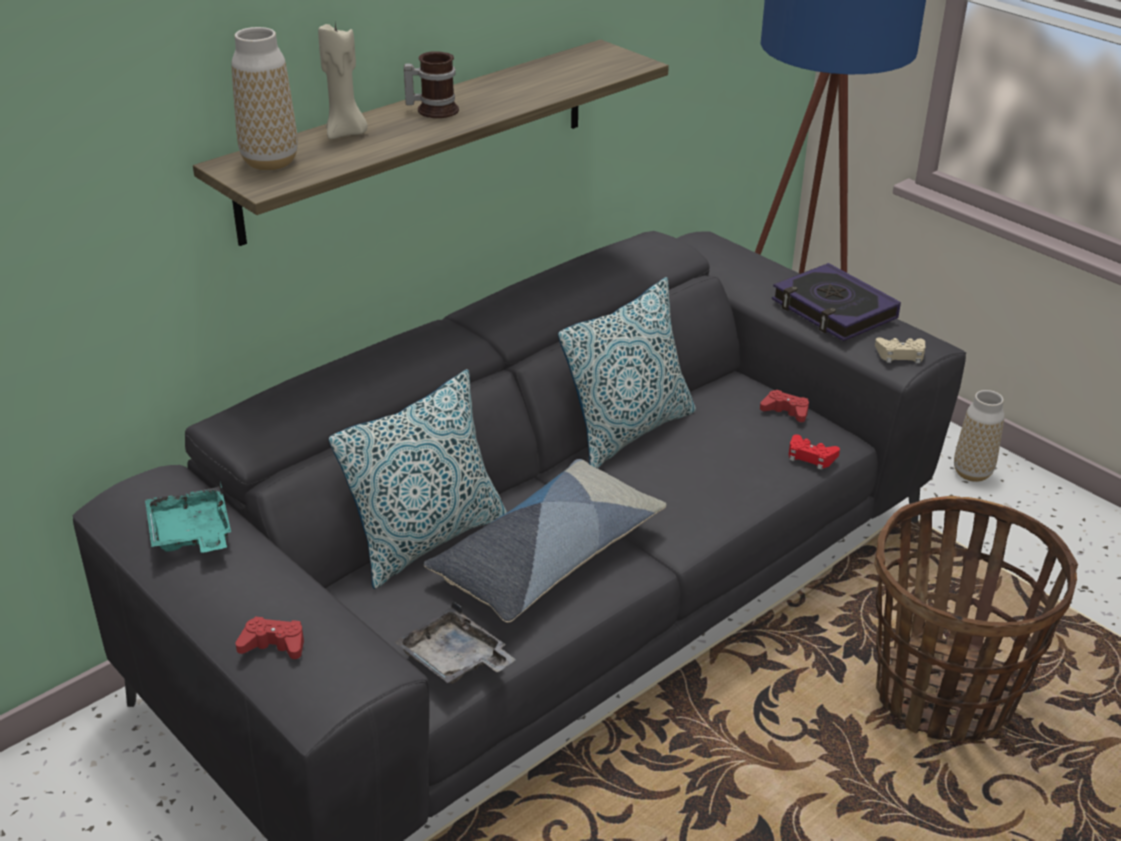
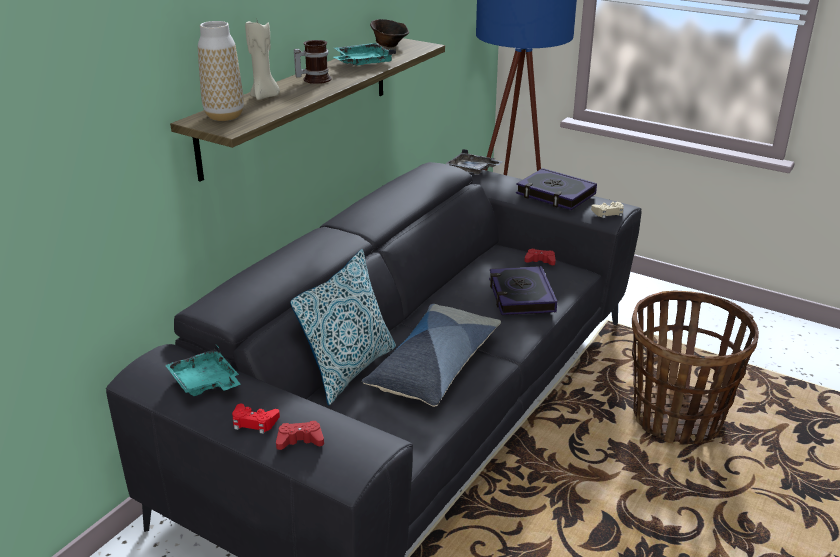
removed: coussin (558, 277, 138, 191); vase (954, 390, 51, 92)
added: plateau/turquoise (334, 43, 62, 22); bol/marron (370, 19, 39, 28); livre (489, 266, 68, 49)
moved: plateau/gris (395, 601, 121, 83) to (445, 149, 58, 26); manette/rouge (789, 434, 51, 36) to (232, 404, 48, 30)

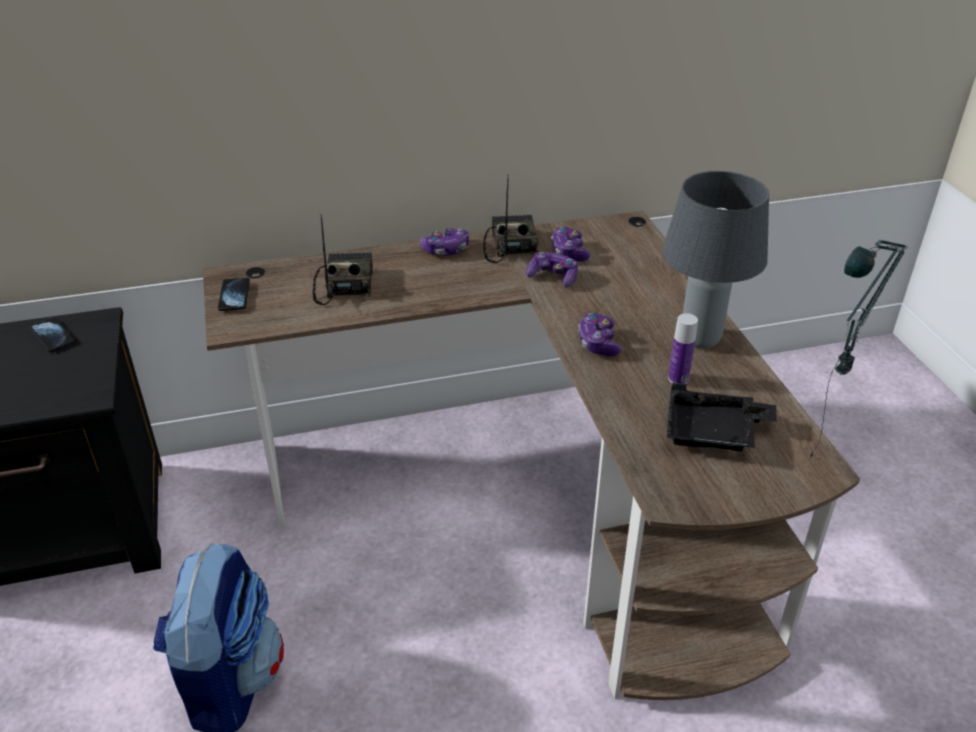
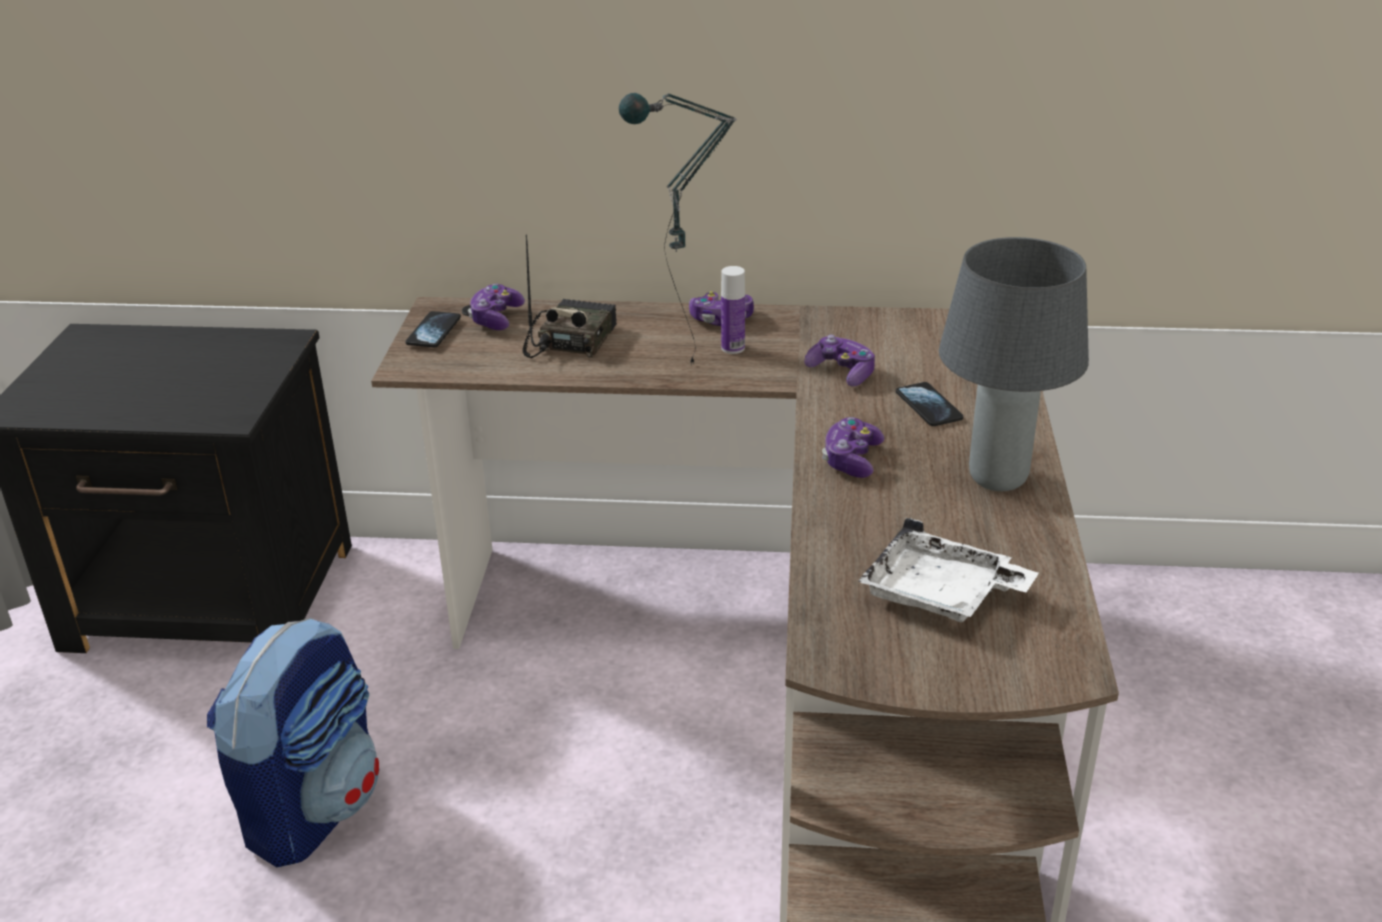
removed: radio (483, 174, 55, 89)
moved: téléphone (30, 317, 45, 35) to (896, 382, 68, 44); manette (551, 226, 39, 36) to (468, 284, 57, 46); bouteille (668, 313, 30, 71) to (721, 266, 24, 88); lampe de table (810, 240, 98, 218) to (619, 93, 118, 272)
recoloured: plateau/noir (667, 383, 110, 69) to plateau/blanc (858, 517, 181, 105)

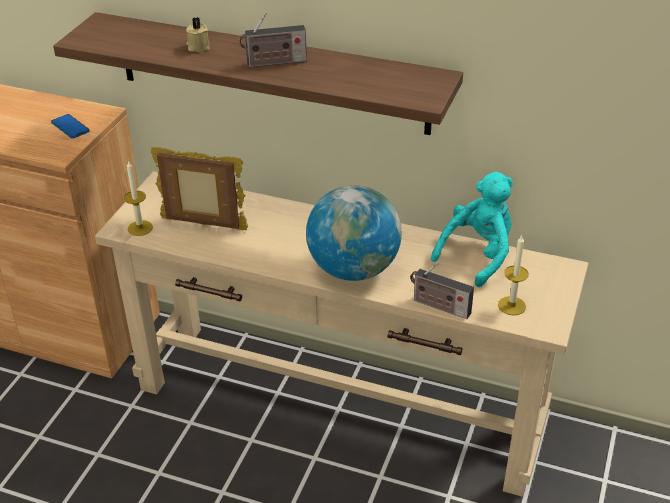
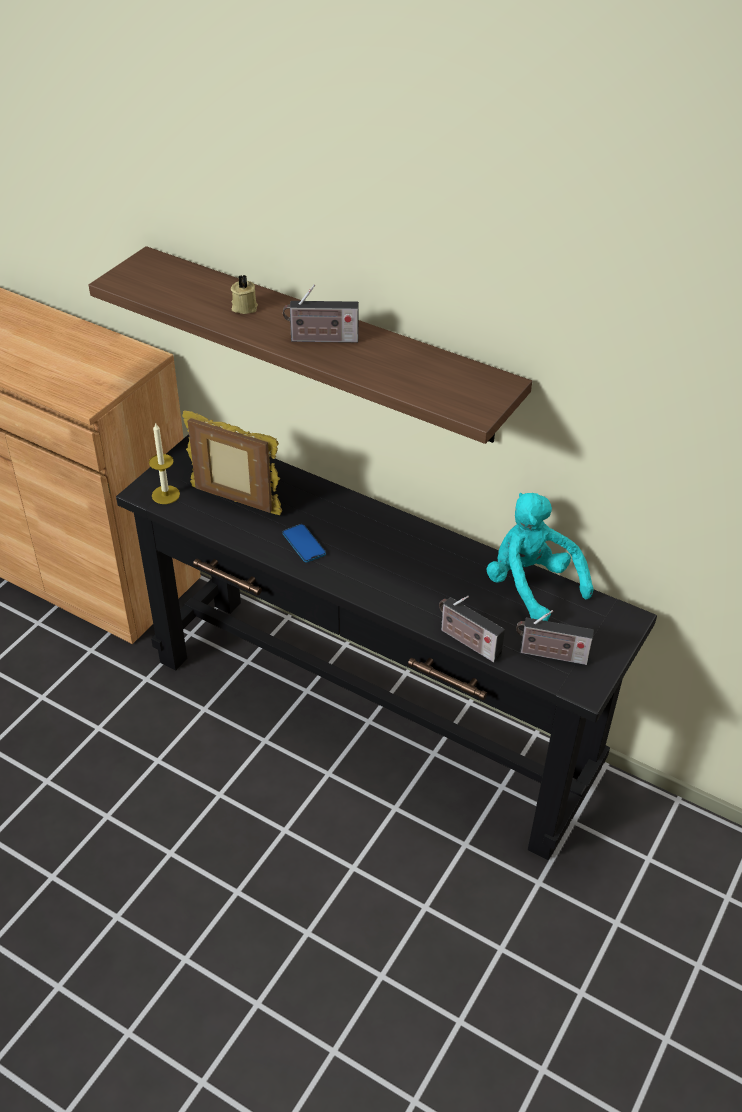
removed: globe (306, 185, 96, 96)
moved: téléphone (51, 114, 38, 25) to (282, 524, 44, 38)
replaced: bougie (498, 235, 31, 80) to radio (516, 610, 78, 55)
recoloured: table console/beige (95, 171, 494, 326) to table console/noir (116, 434, 541, 426)
turned: peluche/turquoise (431, 172, 82, 115) = (487, 493, 106, 128) 90 degrees counterclockwise

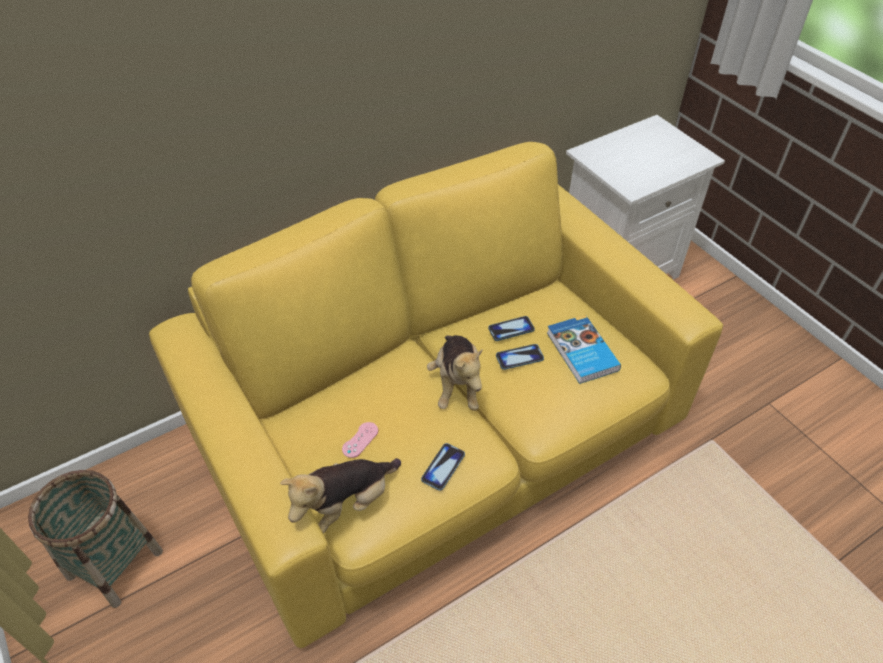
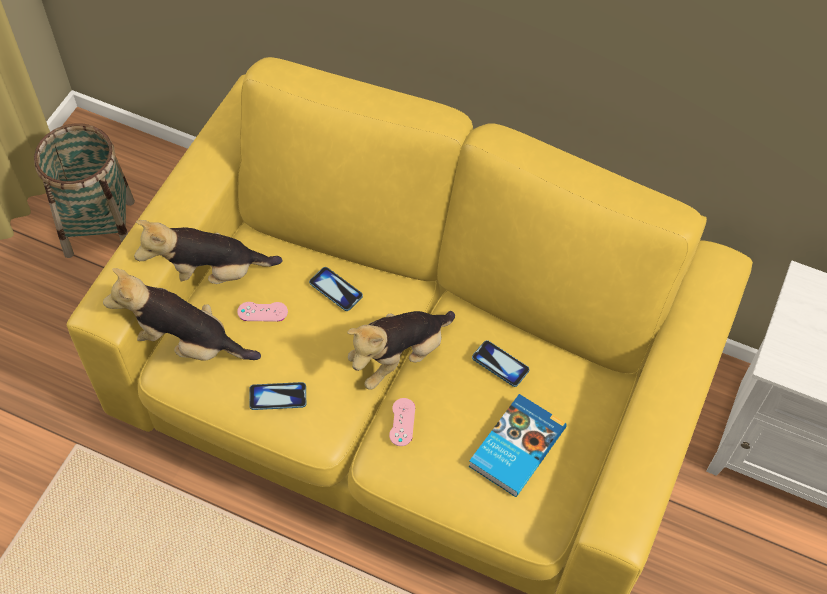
added: peluche (134, 220, 148, 64); manette/rose (389, 398, 26, 48)
moved: téléphone (496, 344, 48, 26) to (309, 267, 54, 44)

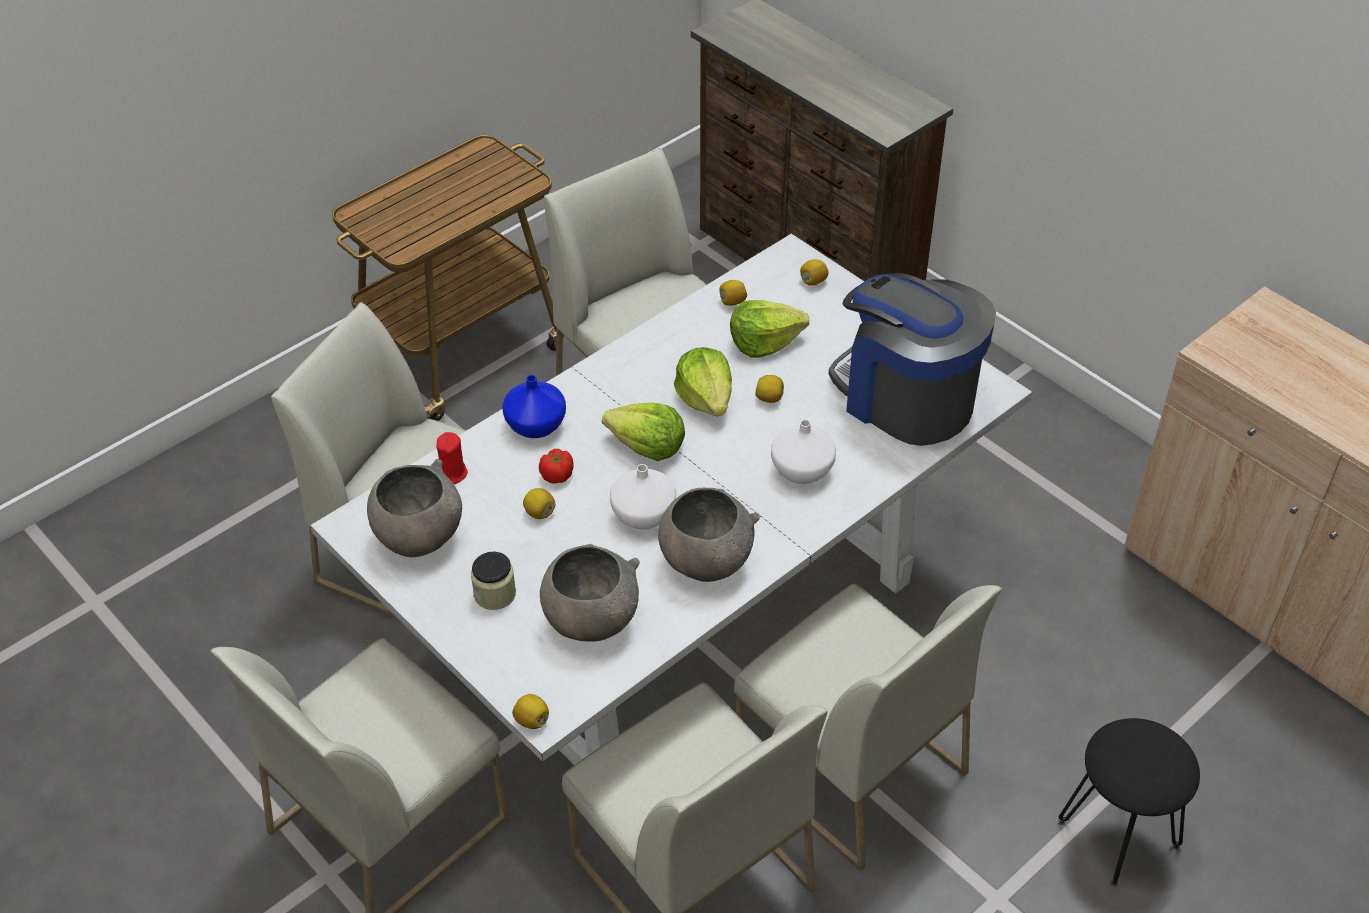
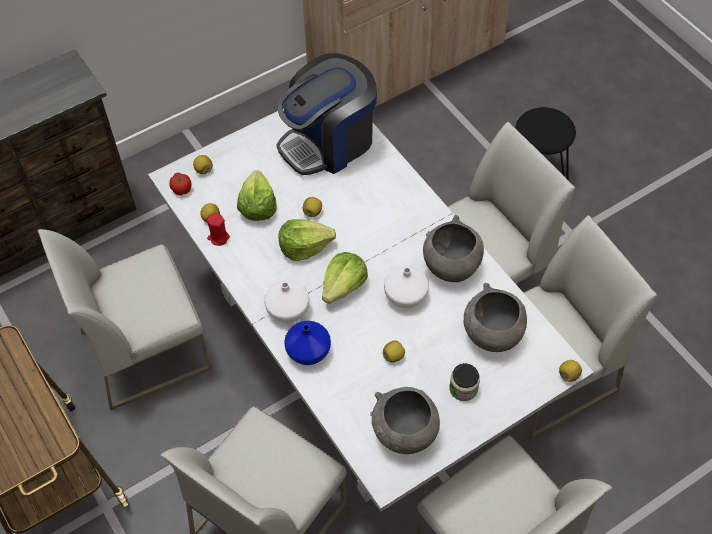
moved: bougie/rouge (436, 432, 32, 52) to (207, 213, 23, 33); tomate (539, 449, 35, 34) to (169, 172, 23, 24); vase/blanc (771, 419, 65, 65) to (264, 280, 45, 43)

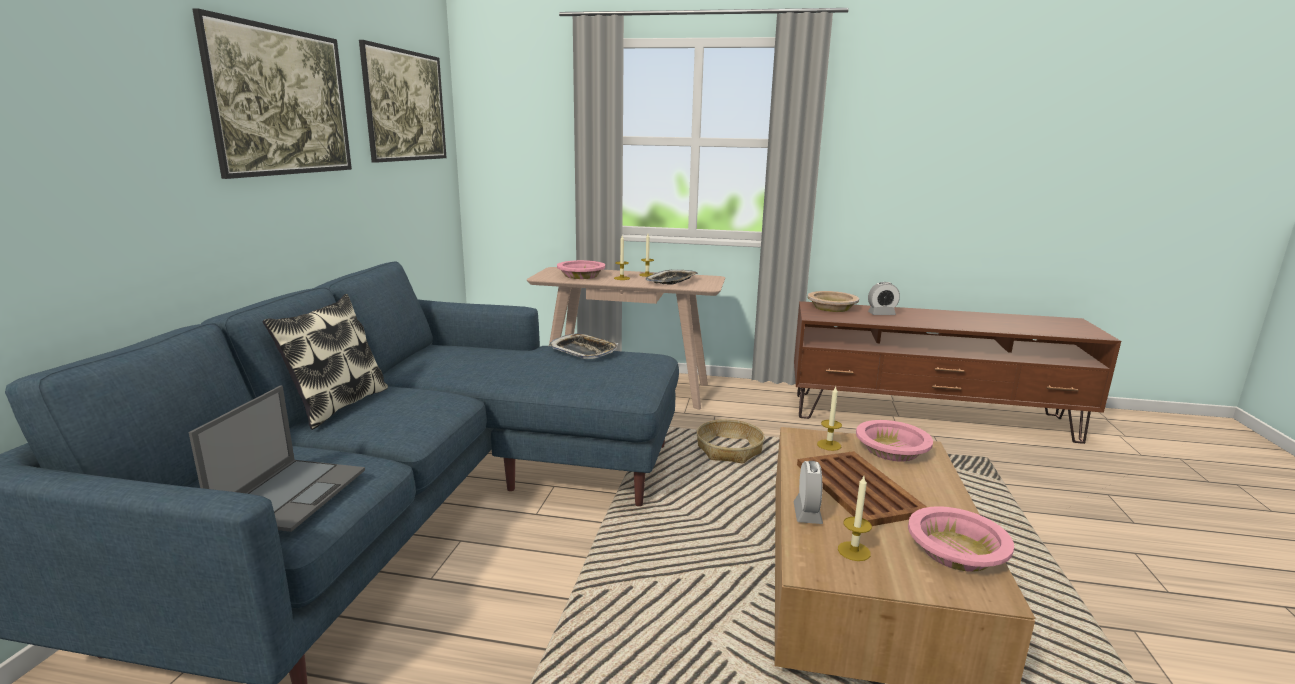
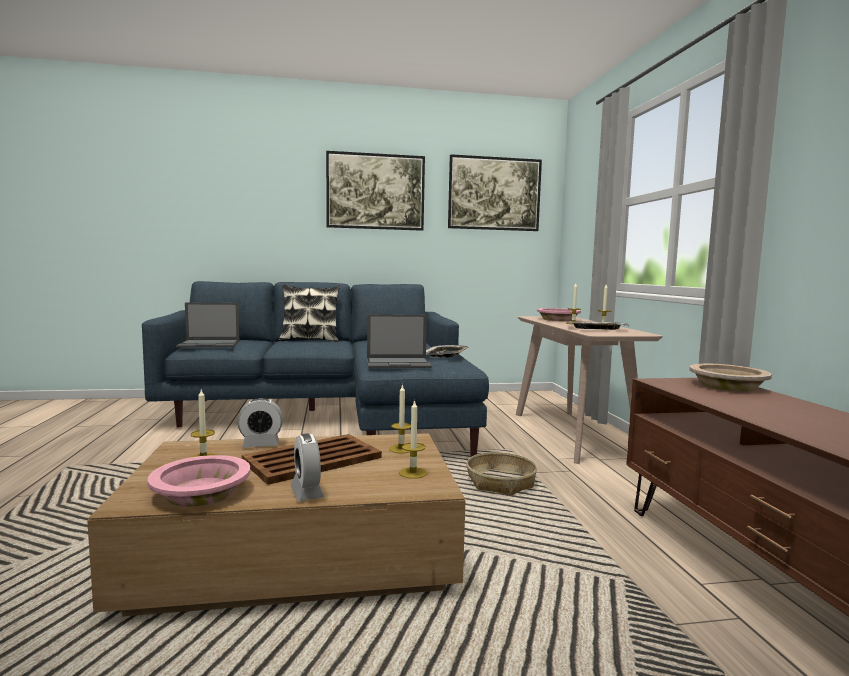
added: ordinateur portable (367, 314, 65, 54)
moved: réveil (868, 282, 32, 33) to (291, 433, 34, 68)
replaced: bol/rose (856, 420, 77, 42) to bougie (399, 399, 28, 80)

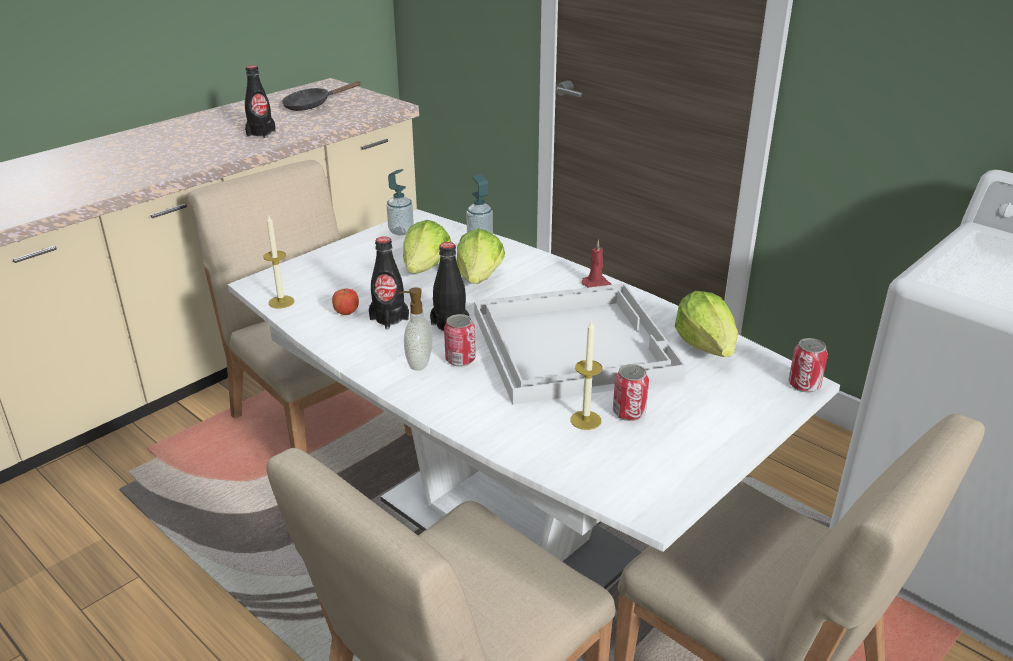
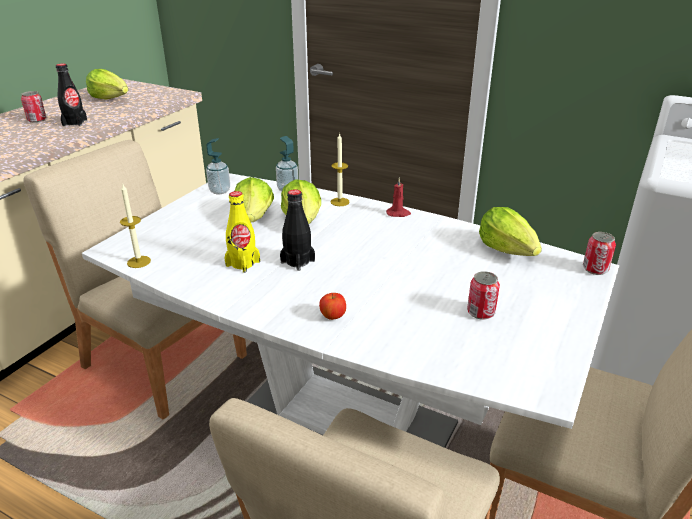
removed: distributeur de savon (399, 287, 33, 84); plateau/blanc (474, 283, 212, 122)
moved: pomme (332, 289, 27, 26) to (319, 293, 27, 27); boîte métallique (444, 314, 32, 53) to (21, 91, 25, 32); bougie (570, 319, 32, 111) to (331, 134, 19, 72)
replaced: poêle/noir (282, 81, 79, 30) to laitue (86, 69, 42, 31)
recoloured: bouteille/noir (369, 236, 40, 93) to bouteille/jaune (224, 191, 36, 82)

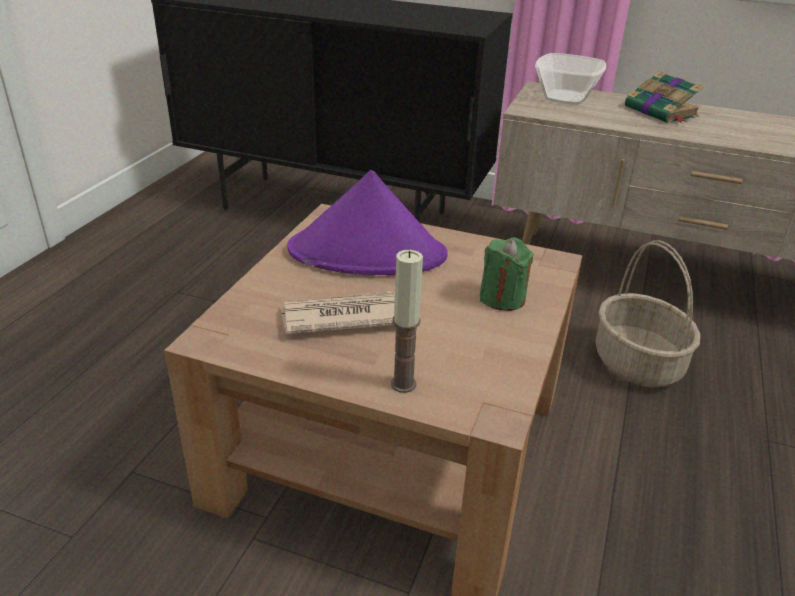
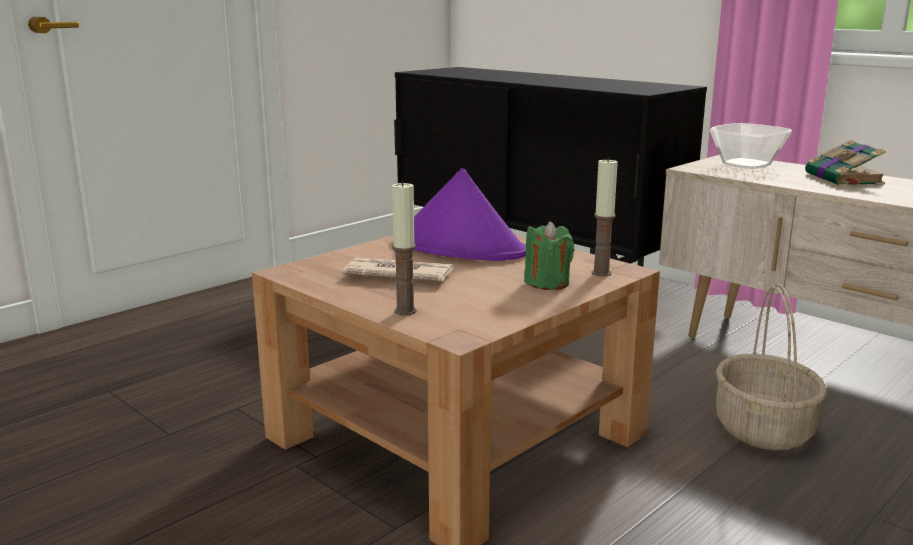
added: bougie (592, 157, 26, 120)

